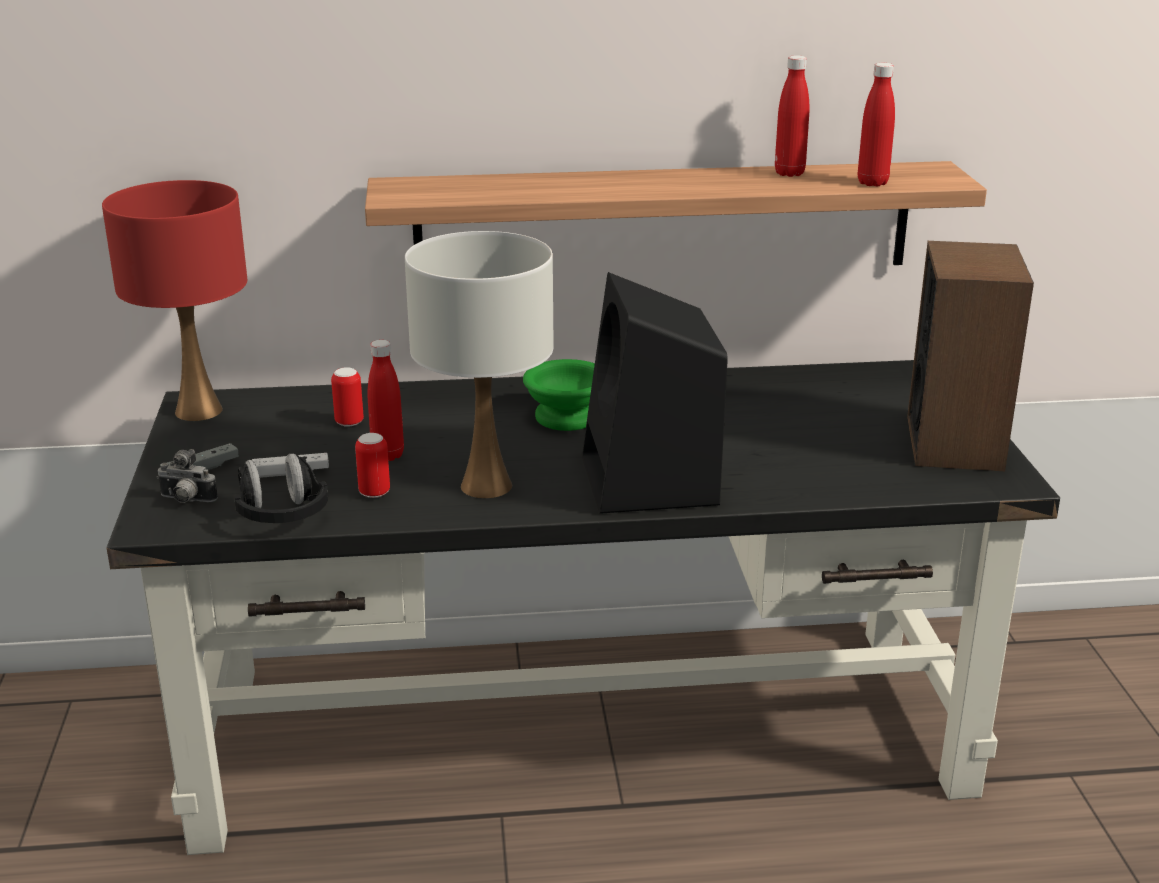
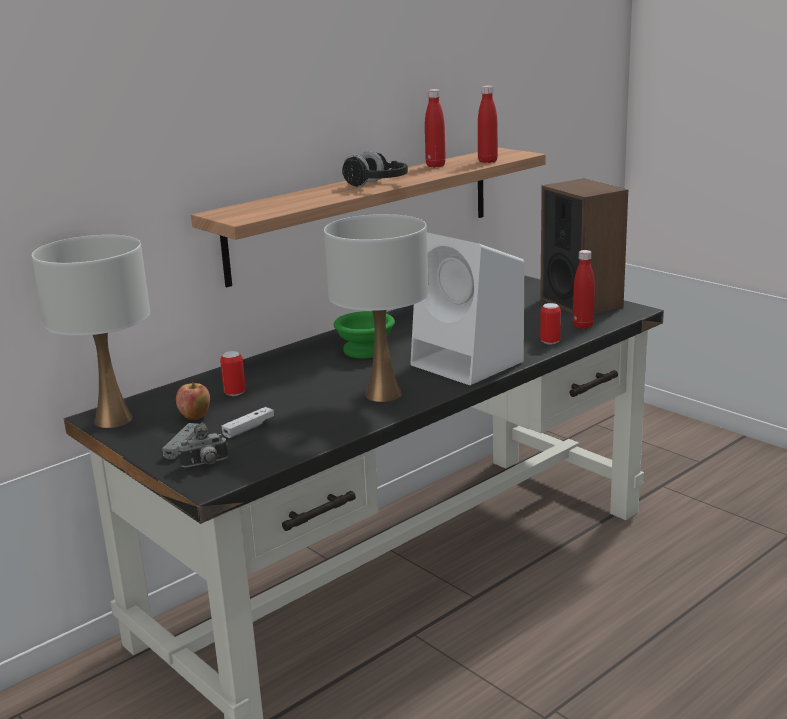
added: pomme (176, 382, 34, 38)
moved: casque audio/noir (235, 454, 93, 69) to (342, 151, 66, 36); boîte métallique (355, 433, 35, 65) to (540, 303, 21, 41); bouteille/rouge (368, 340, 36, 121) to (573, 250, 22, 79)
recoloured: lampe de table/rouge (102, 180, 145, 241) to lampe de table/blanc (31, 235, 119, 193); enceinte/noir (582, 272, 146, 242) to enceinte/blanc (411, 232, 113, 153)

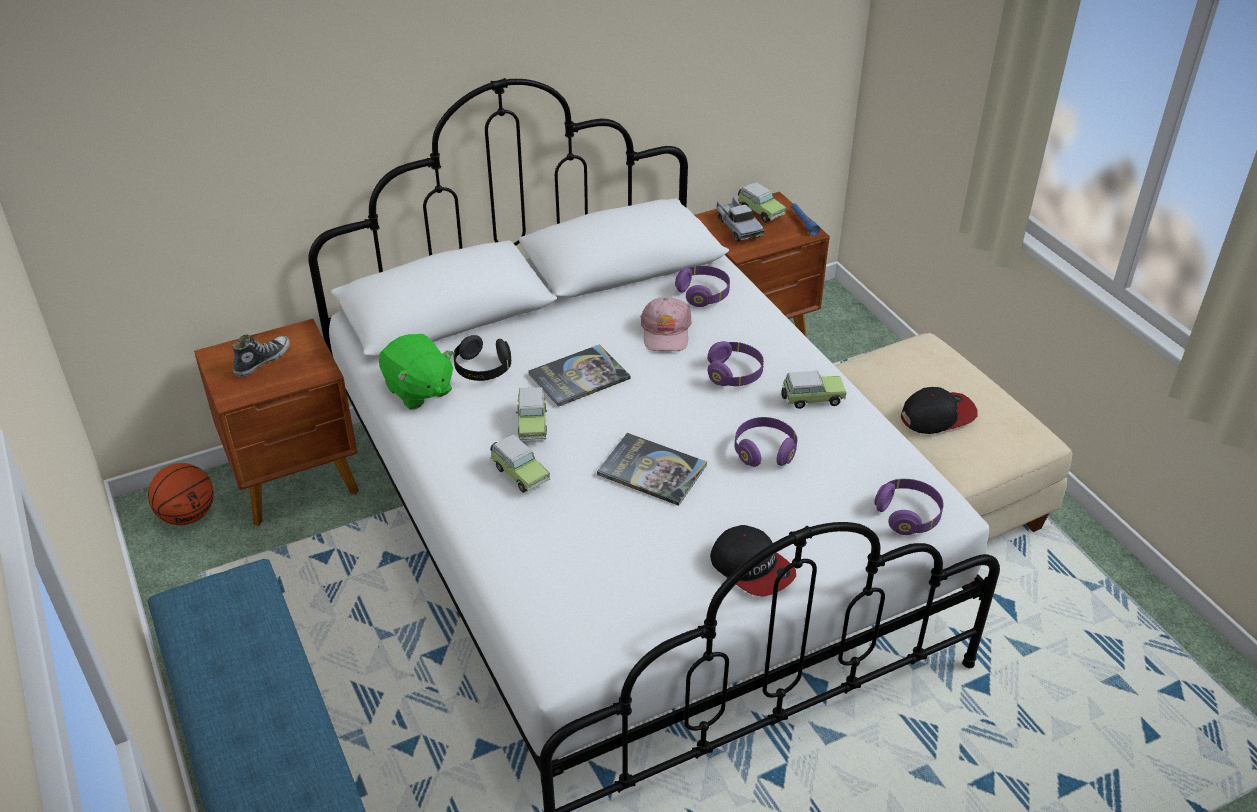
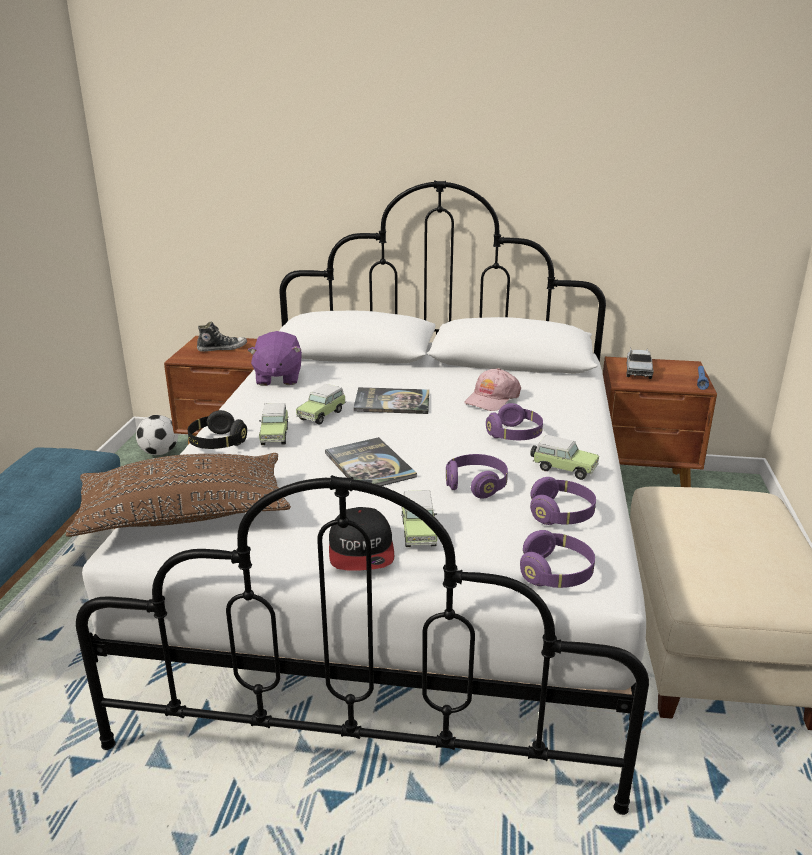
removed: casquette (901, 387, 77, 47)
added: coussin/marron (66, 453, 225, 84)
moved: casque audio/noir (453, 335, 58, 46) to (188, 410, 59, 39); casque audio/violet (675, 266, 55, 41) to (530, 477, 66, 48); petite voiture (738, 182, 48, 41) to (401, 490, 36, 57)
replaced: ballon de basket (148, 463, 66, 62) to ballon de foot (136, 415, 42, 40)
recoloured: peluche/vert (379, 334, 75, 76) to peluche/violet (247, 331, 55, 55)

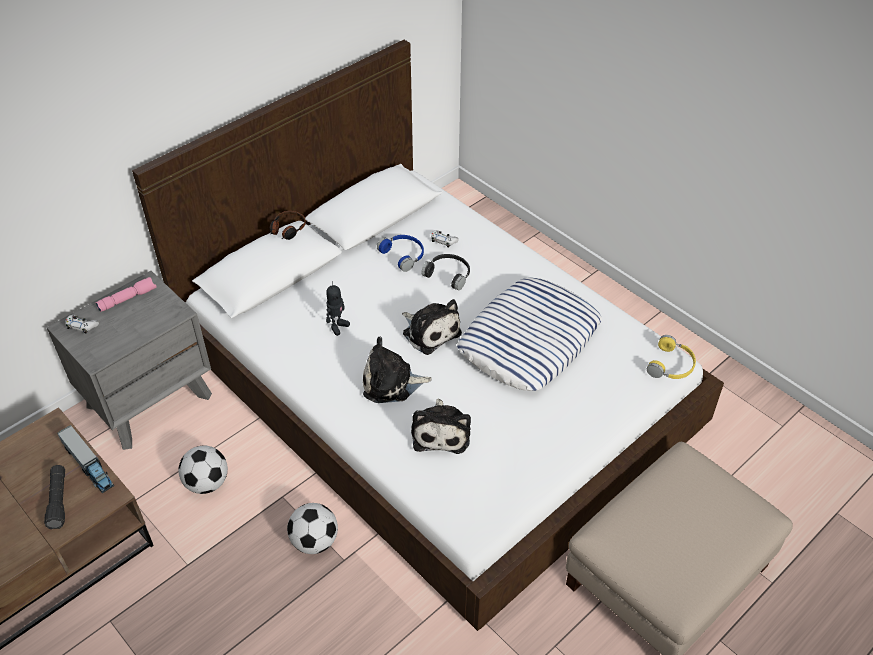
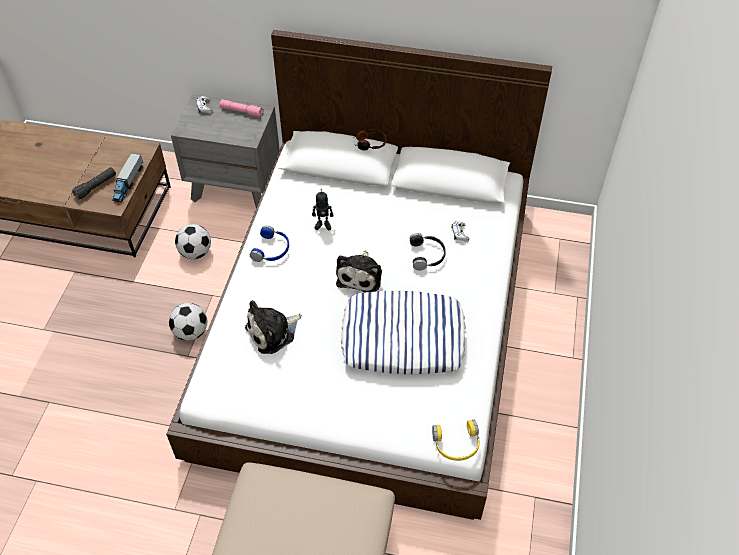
removed: peluche (363, 337, 69, 66)
moved: casque audio/bleu (377, 235, 47, 37) to (250, 226, 39, 36)

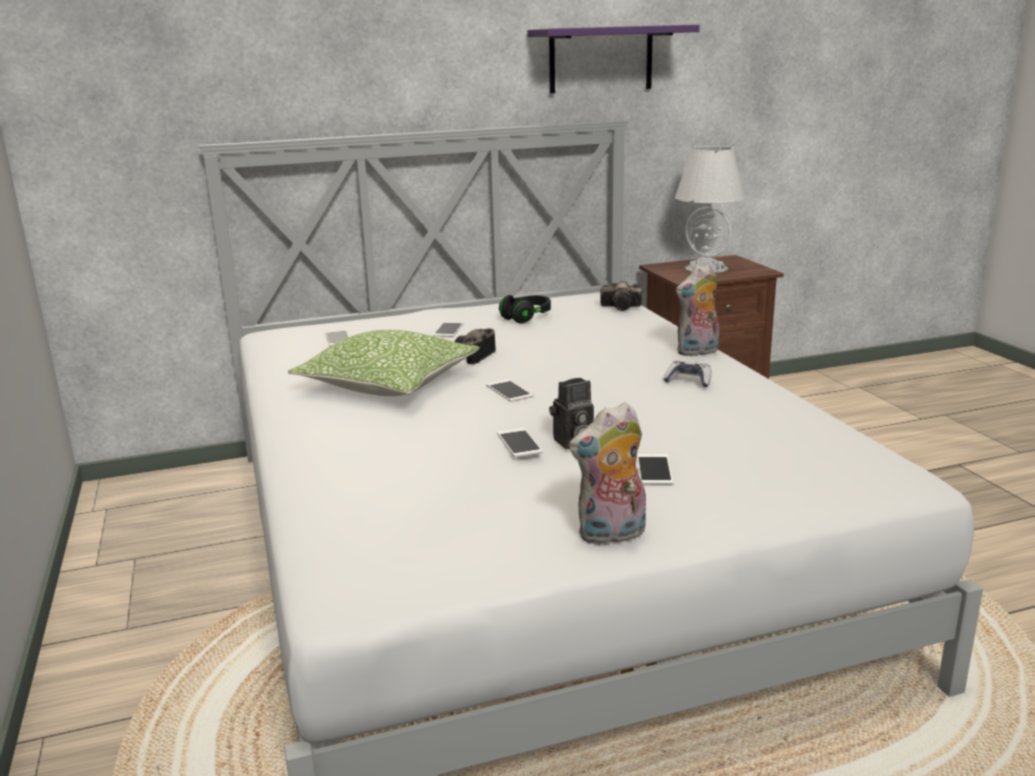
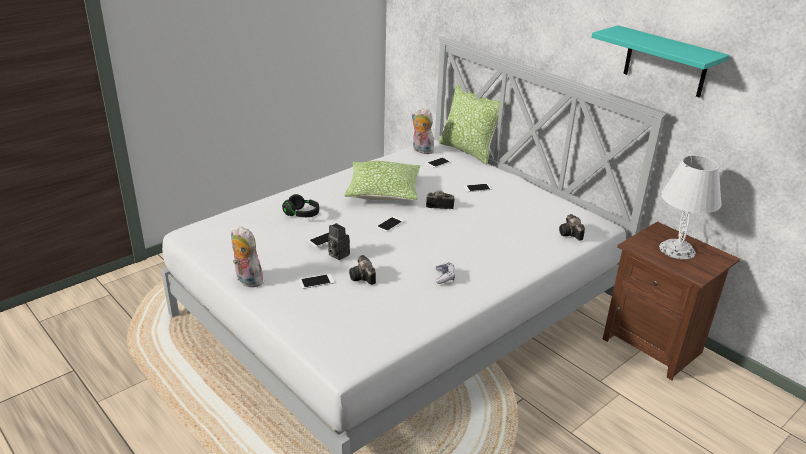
added: appareil photo (349, 255, 27, 30); coussin (438, 84, 68, 81)
moved: casque audio/noir (499, 295, 52, 28) to (282, 194, 37, 23); peluche (676, 263, 43, 94) to (412, 108, 22, 46)
recoloured: étagère/violet (527, 25, 173, 69) to étagère/turquoise (592, 25, 138, 73)

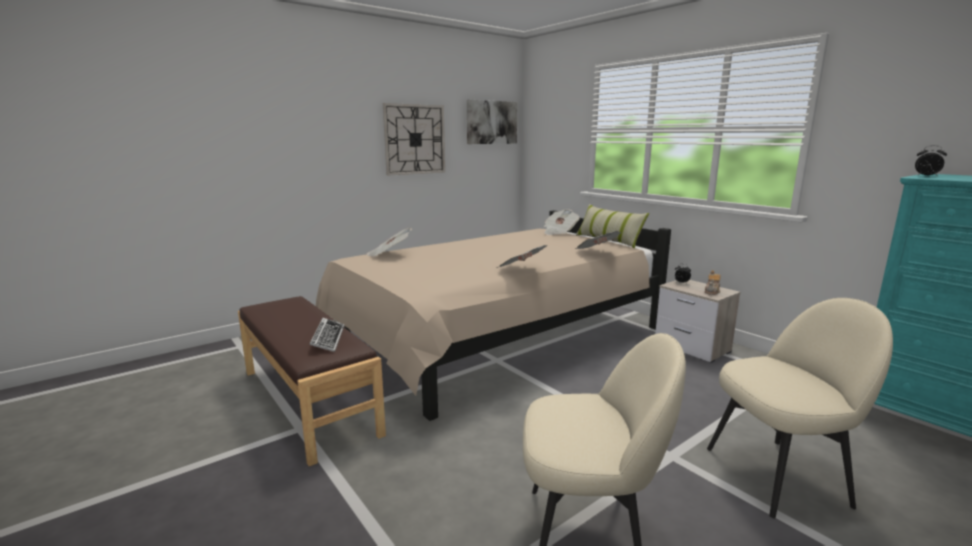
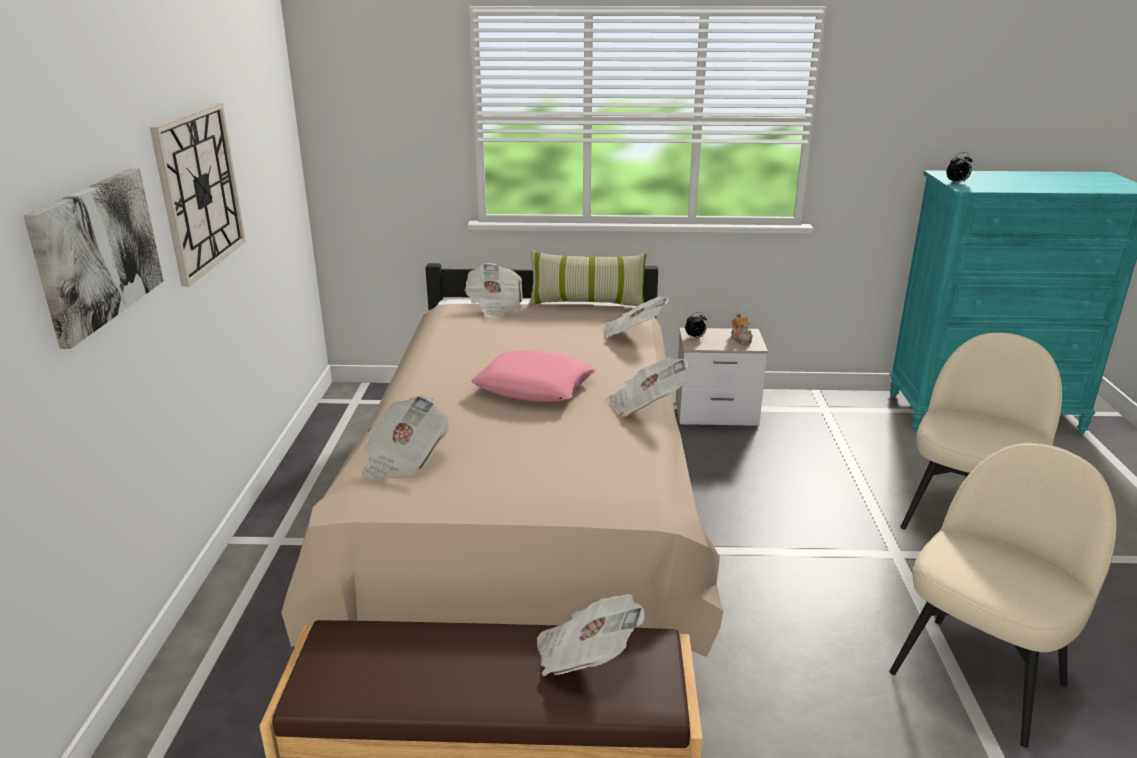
added: coussin/rose (471, 350, 125, 52)
moved: tableau (467, 100, 51, 44) to (23, 168, 140, 181)
replaced: clavier (309, 318, 35, 34) to journal (537, 594, 108, 82)

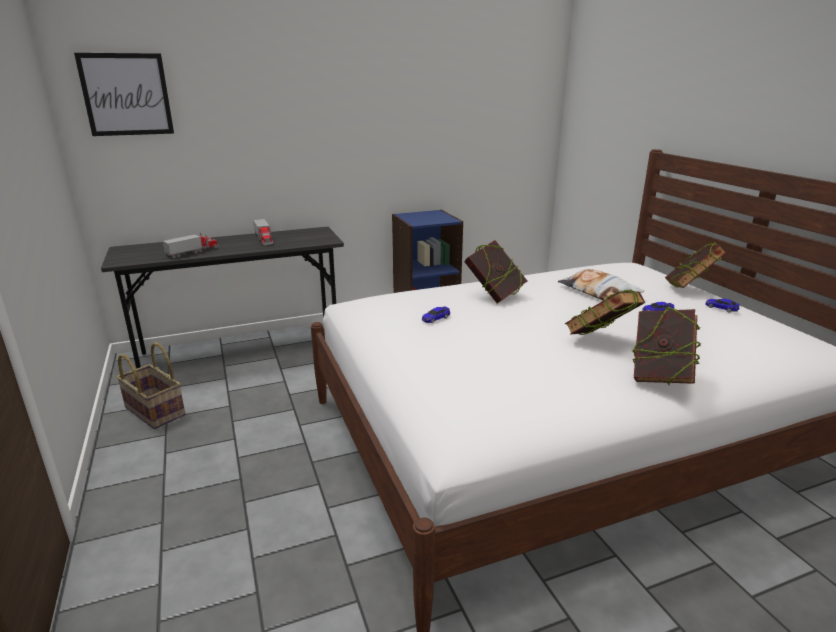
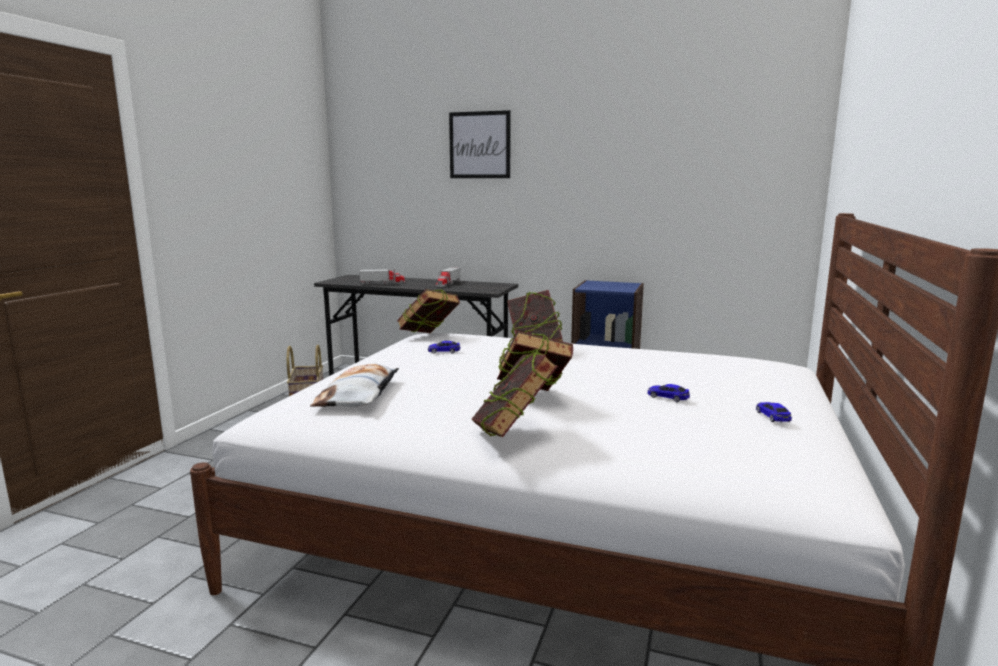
moved: tableau (74, 53, 100, 83) to (449, 110, 62, 68); coussin (558, 269, 86, 32) to (310, 364, 89, 43); livre (665, 242, 62, 46) to (397, 289, 63, 44)

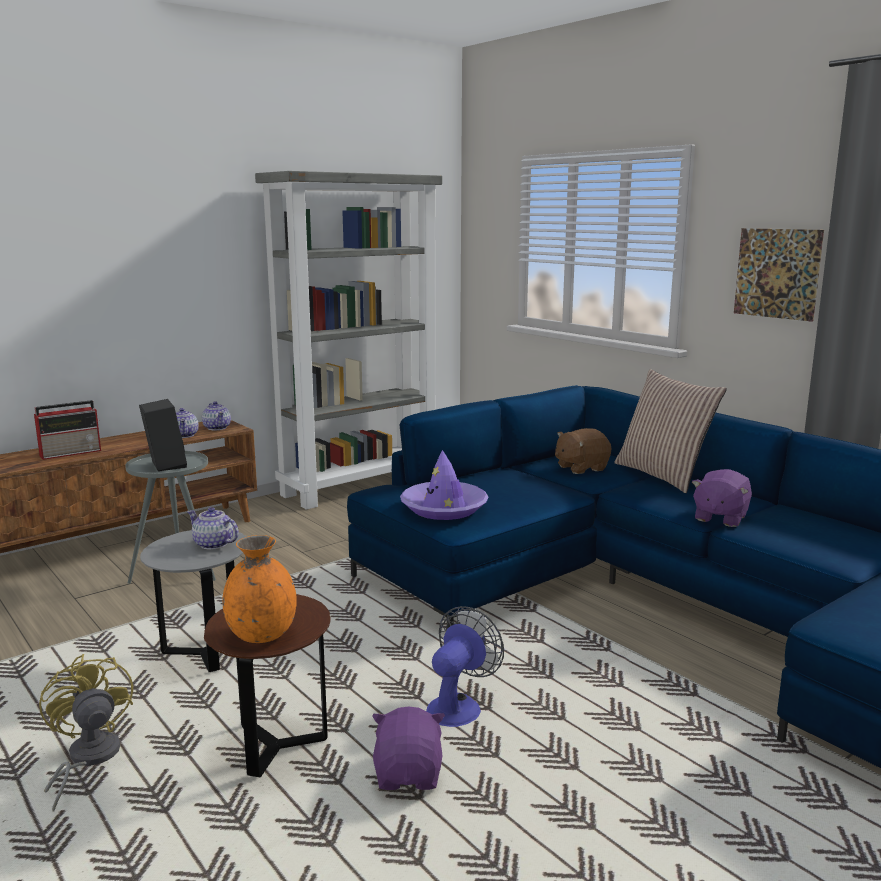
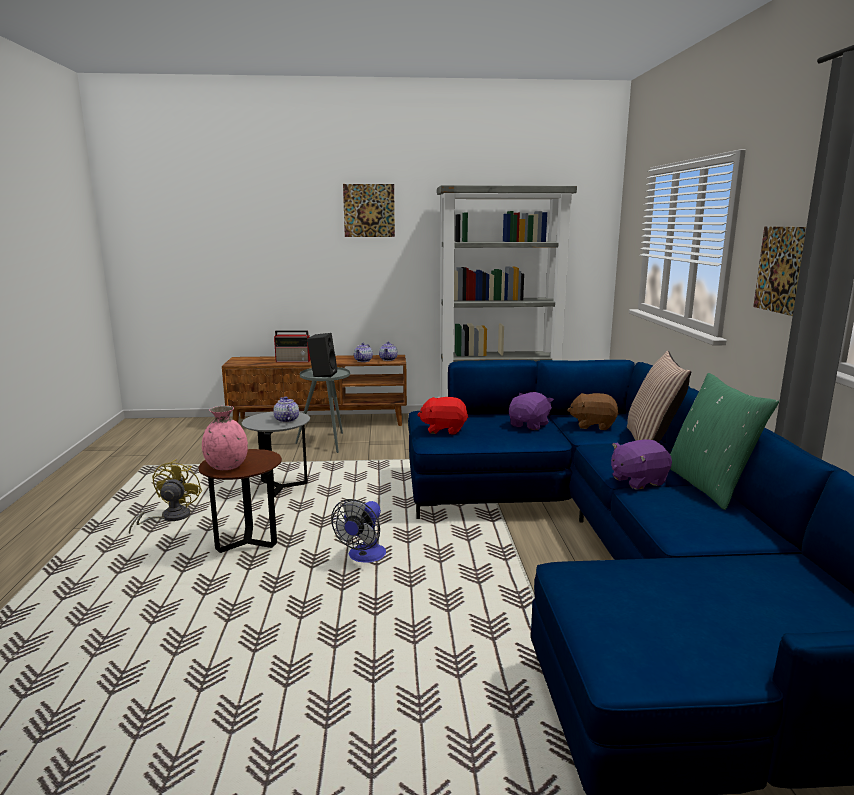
added: tableau (343, 184, 52, 53); coussin/vert (670, 373, 109, 137)
moved: peluche/violet (372, 706, 73, 84) to (509, 392, 45, 38)
replaced: chapeau/violet (400, 450, 89, 70) to peluche/rouge (417, 397, 52, 38)
recoloured: vase/orange (222, 535, 75, 108) to vase/rose (202, 406, 46, 64)
turned: ventilateur (426, 606, 78, 121) = (331, 499, 55, 64) 135 degrees clockwise

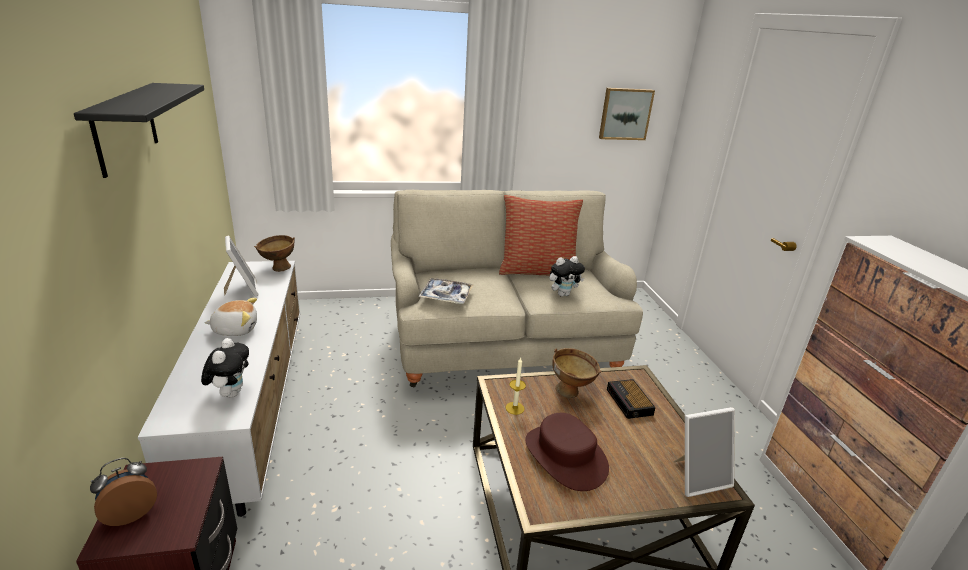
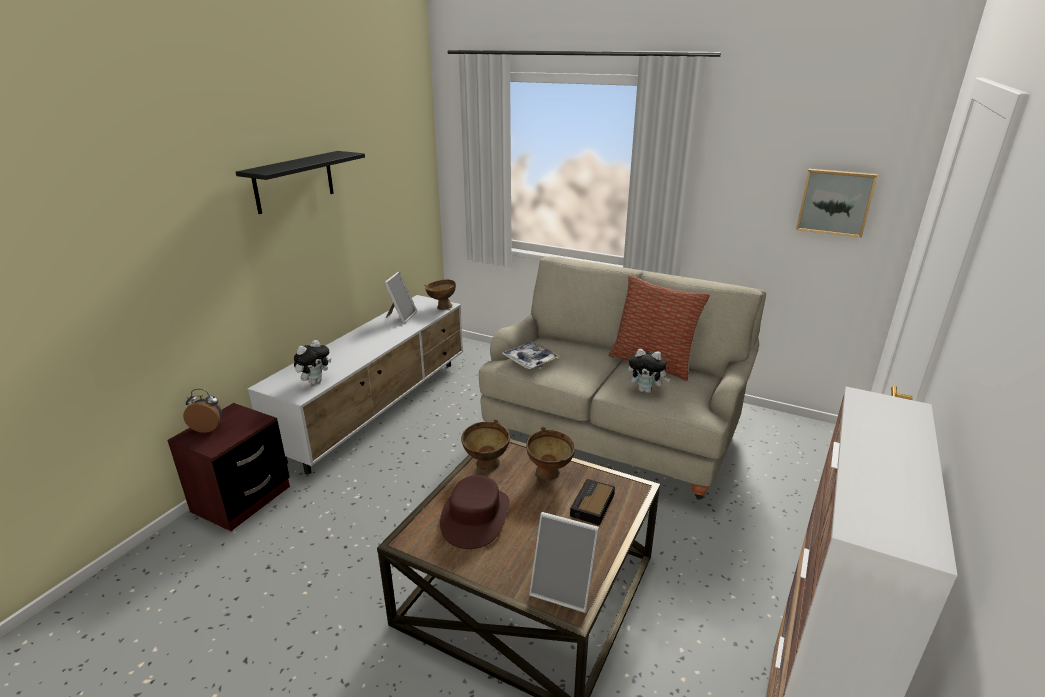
removed: peluche (204, 298, 53, 38)
replaced: bougie (505, 358, 21, 57) to bol/marron (461, 419, 49, 52)

